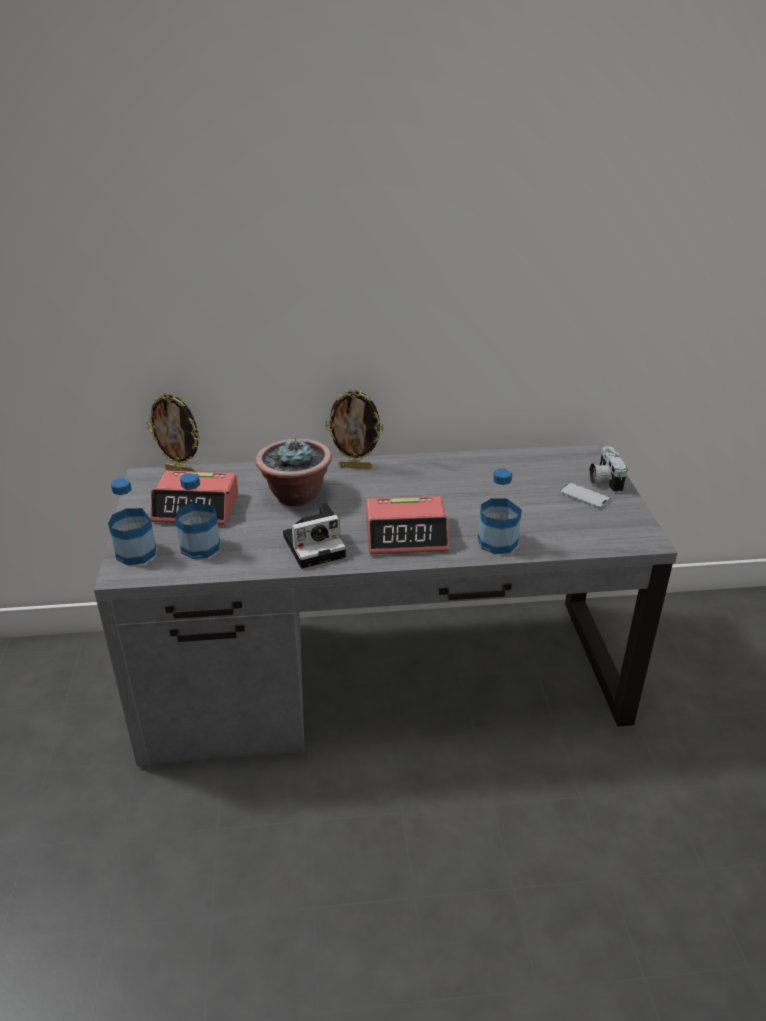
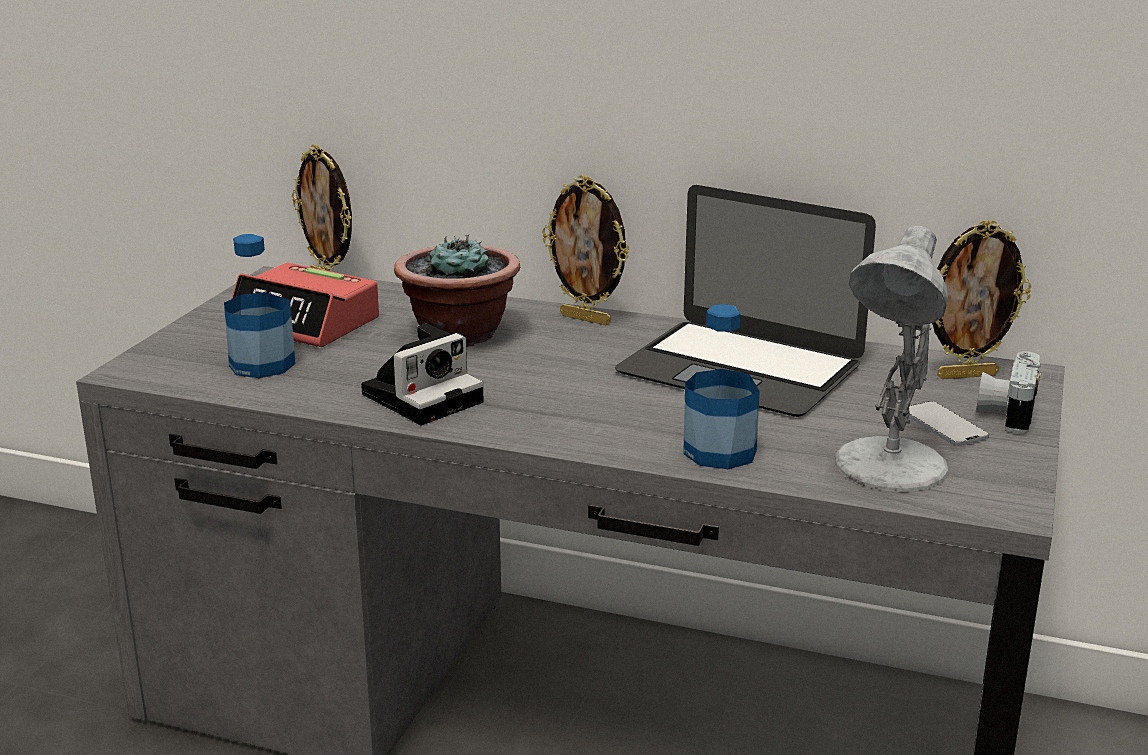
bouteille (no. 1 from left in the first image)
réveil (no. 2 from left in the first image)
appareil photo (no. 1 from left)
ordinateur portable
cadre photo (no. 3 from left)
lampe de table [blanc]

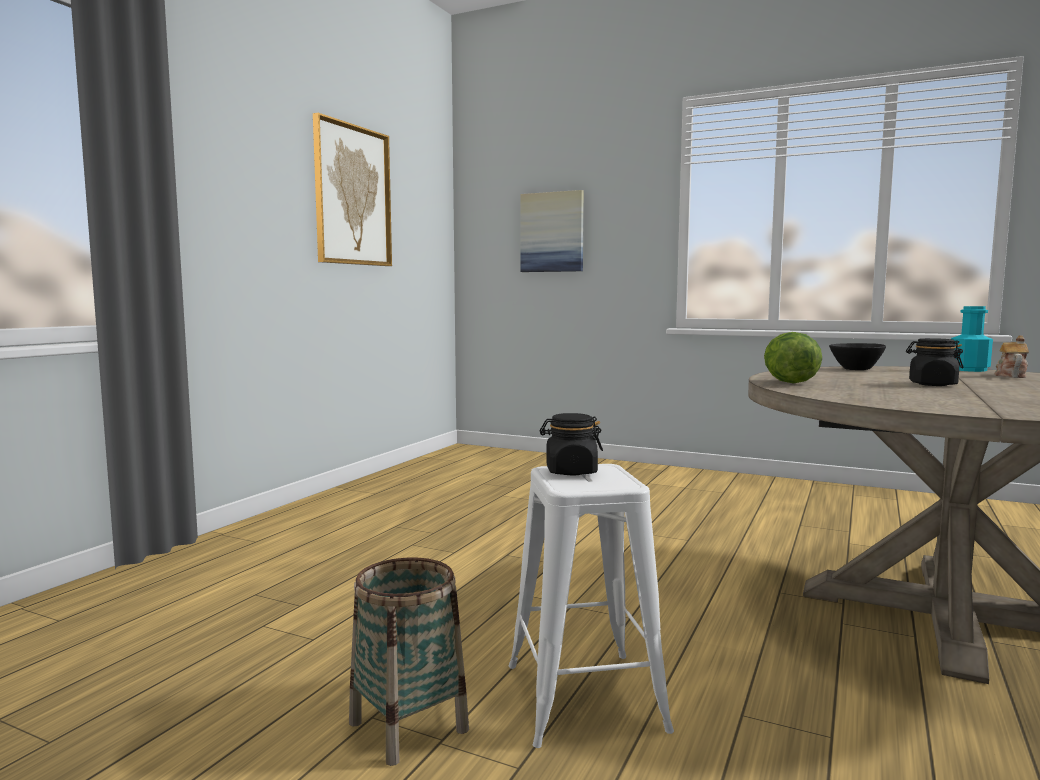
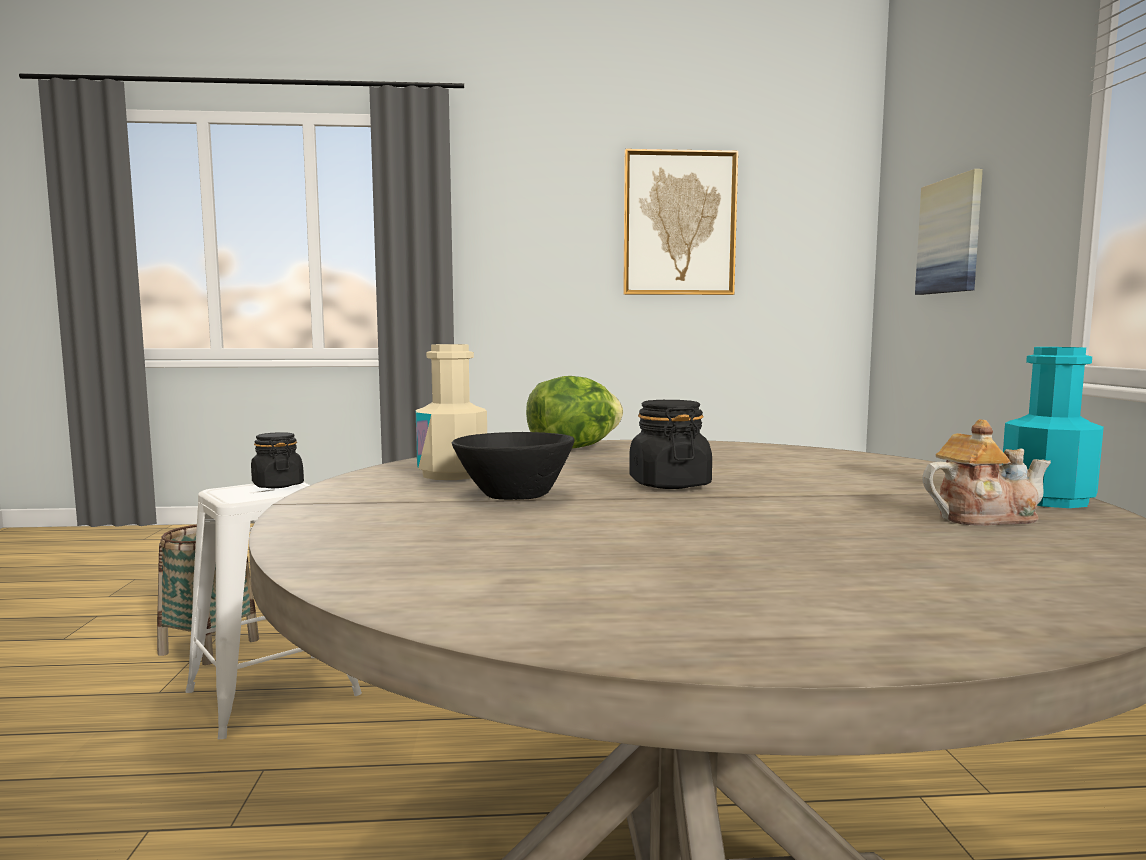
bol [noir]
bouteille [beige]

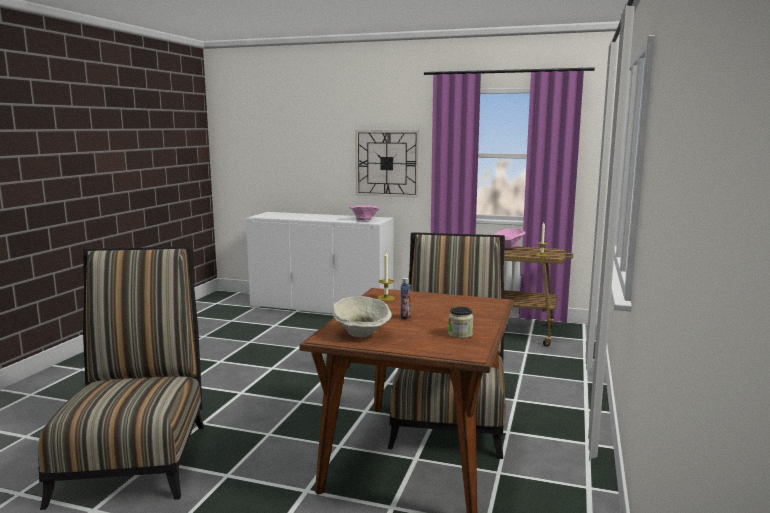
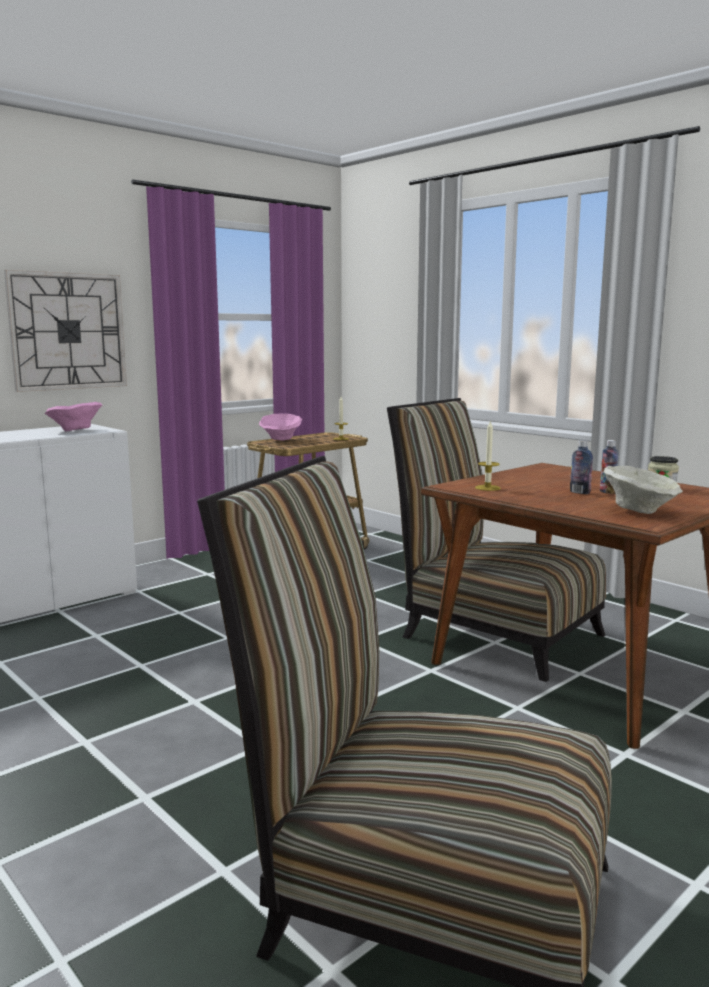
bouteille (no. 2 from left)

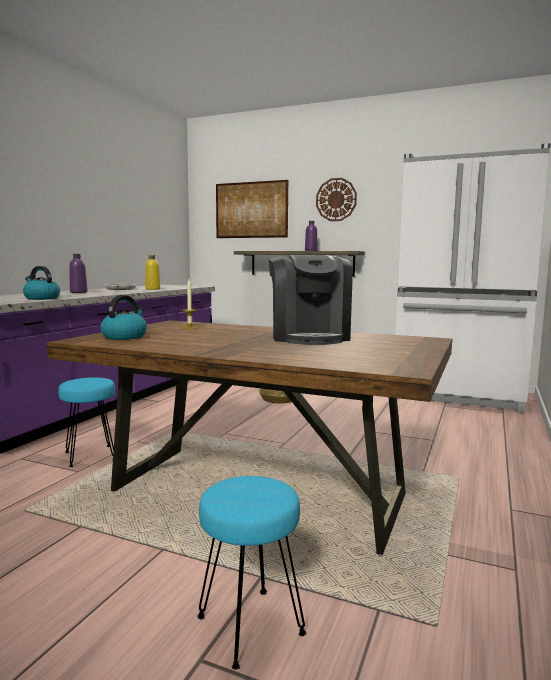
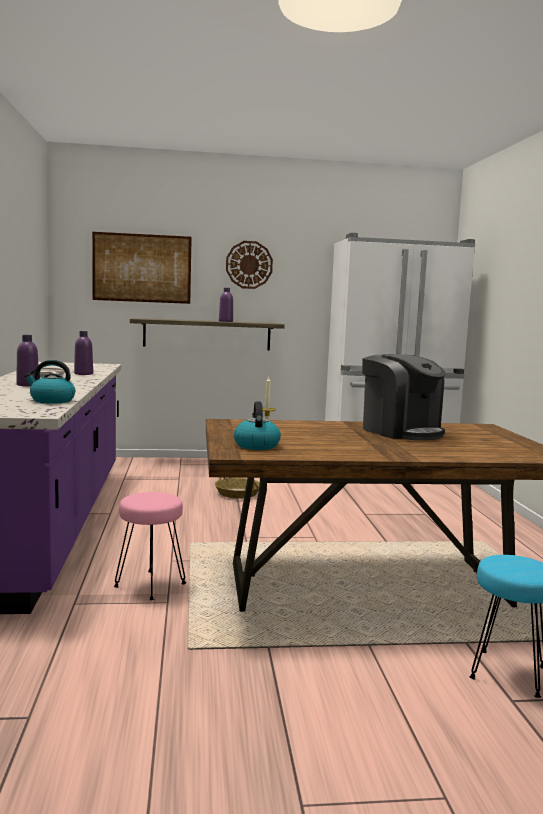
bouteille [violet] (no. 2 from left)
tabouret [rose]

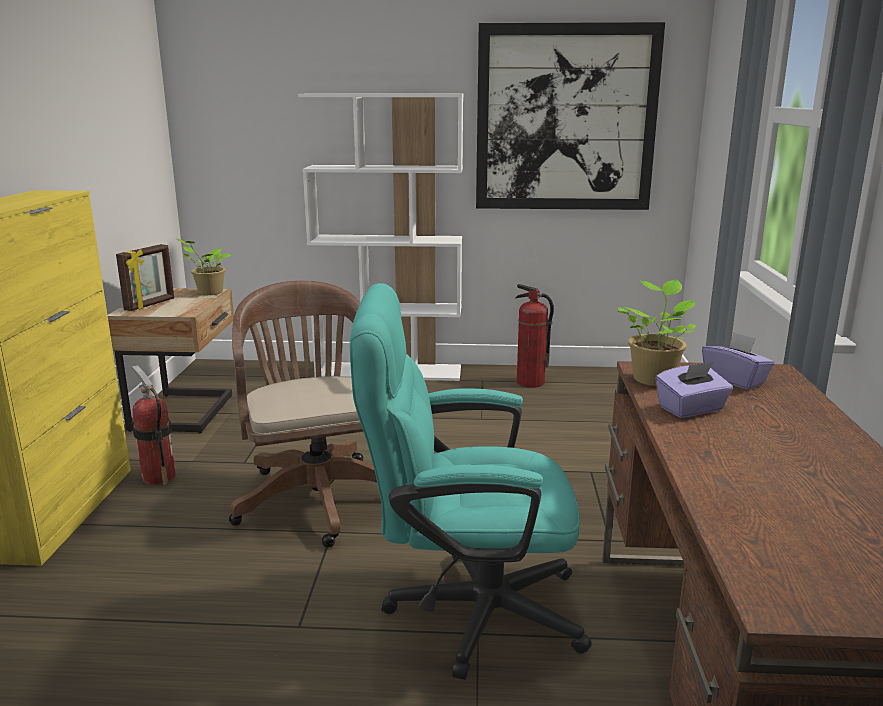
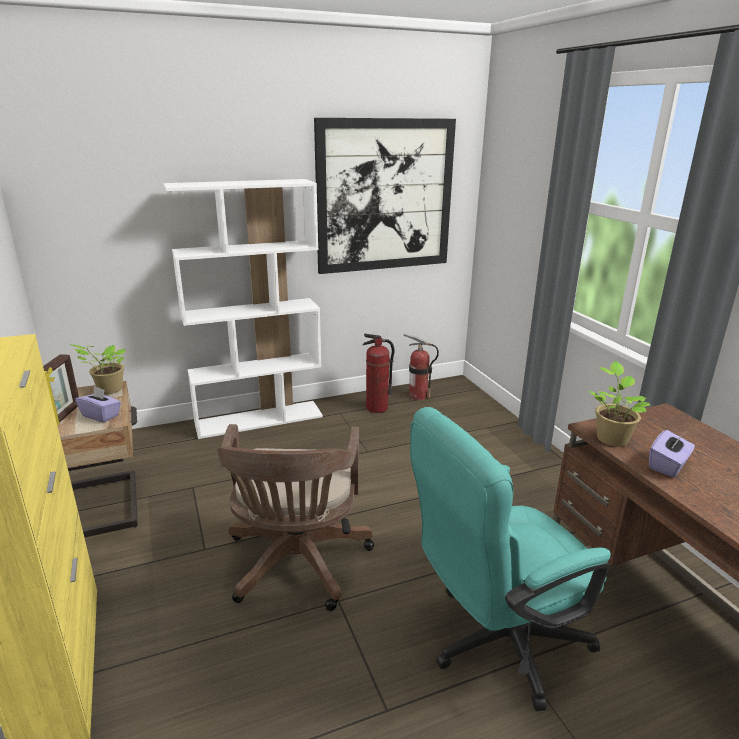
chaise de bureau [marron]
boîte à mouchoirs [violet] (no. 1 from left)
extincteur (no. 2 from left)

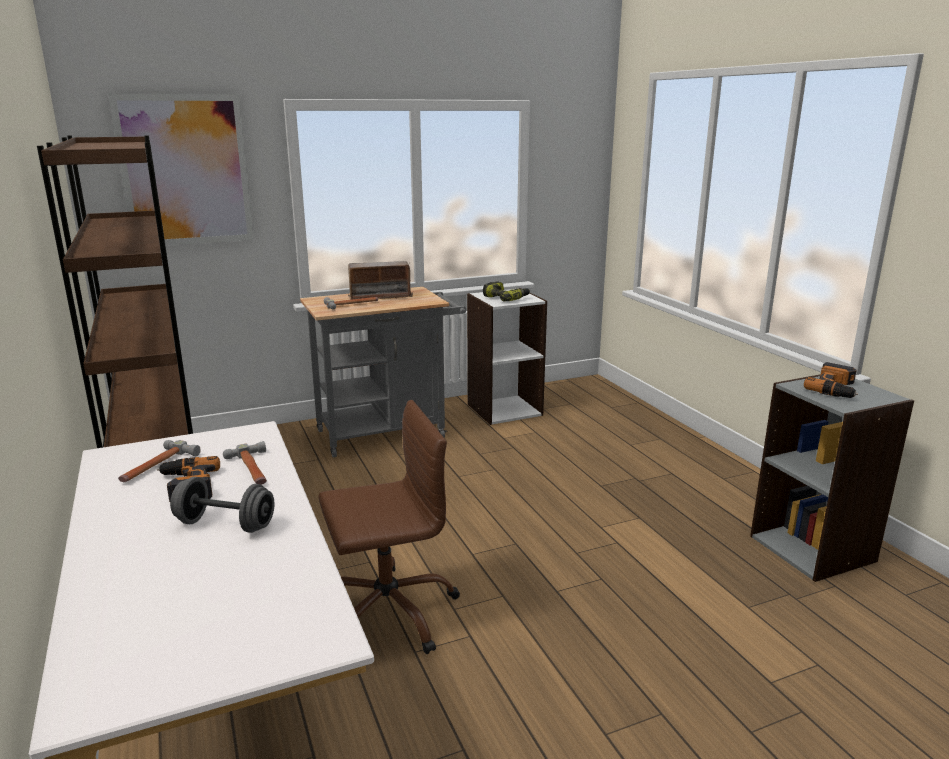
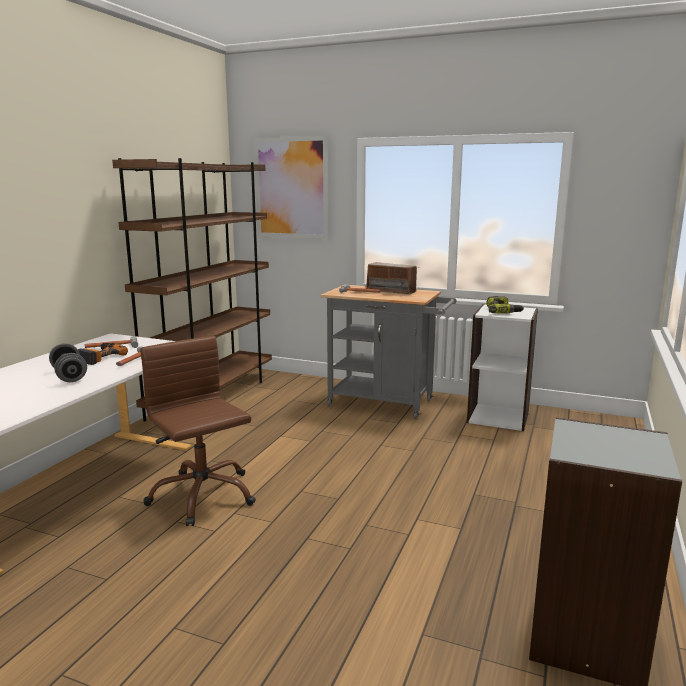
perceuse (no. 3 from left in the first image)
chaise de bureau [marron]

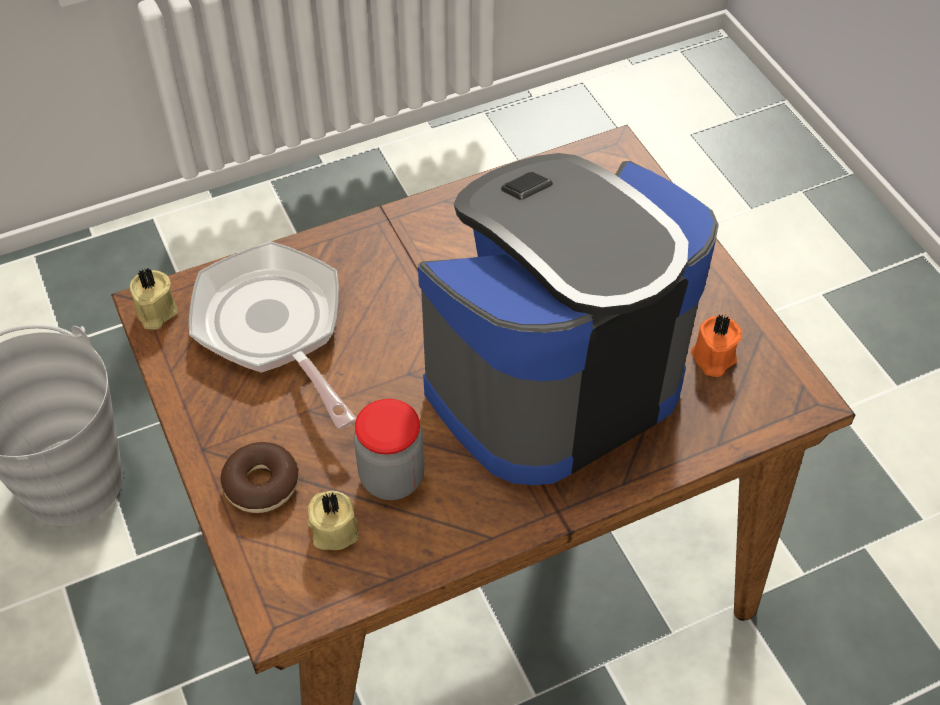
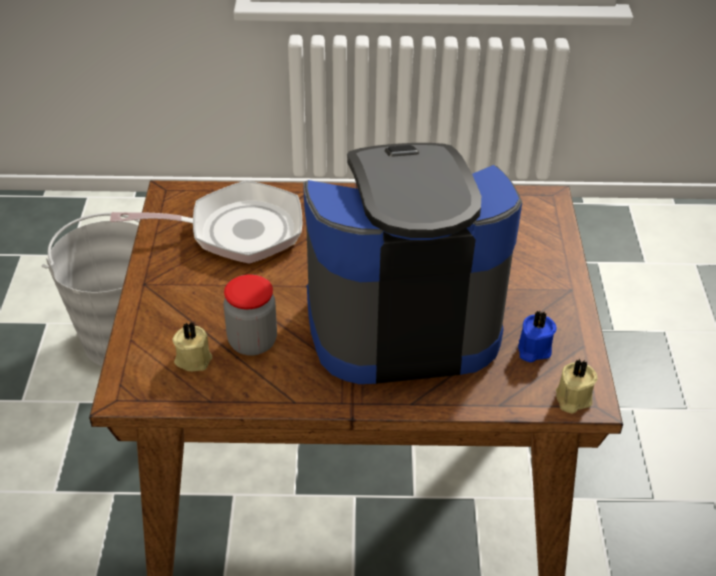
poêle
bougie [beige] (no. 2 from left)
bougie [bleu]
beignet

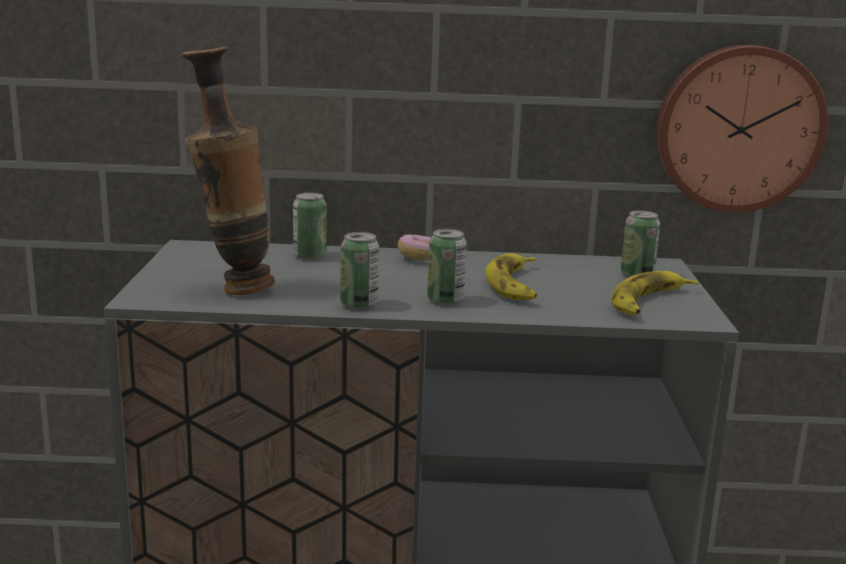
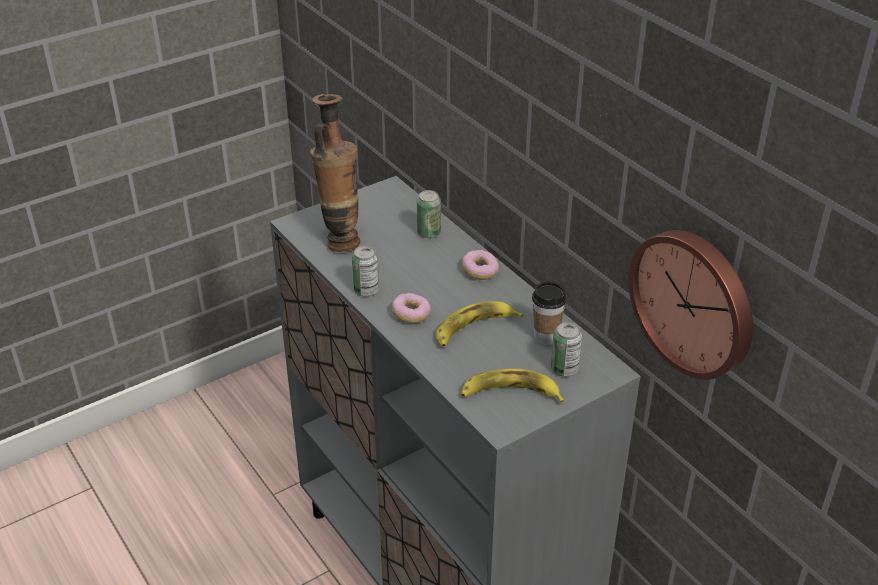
beignet (no. 1 from left)
tasse

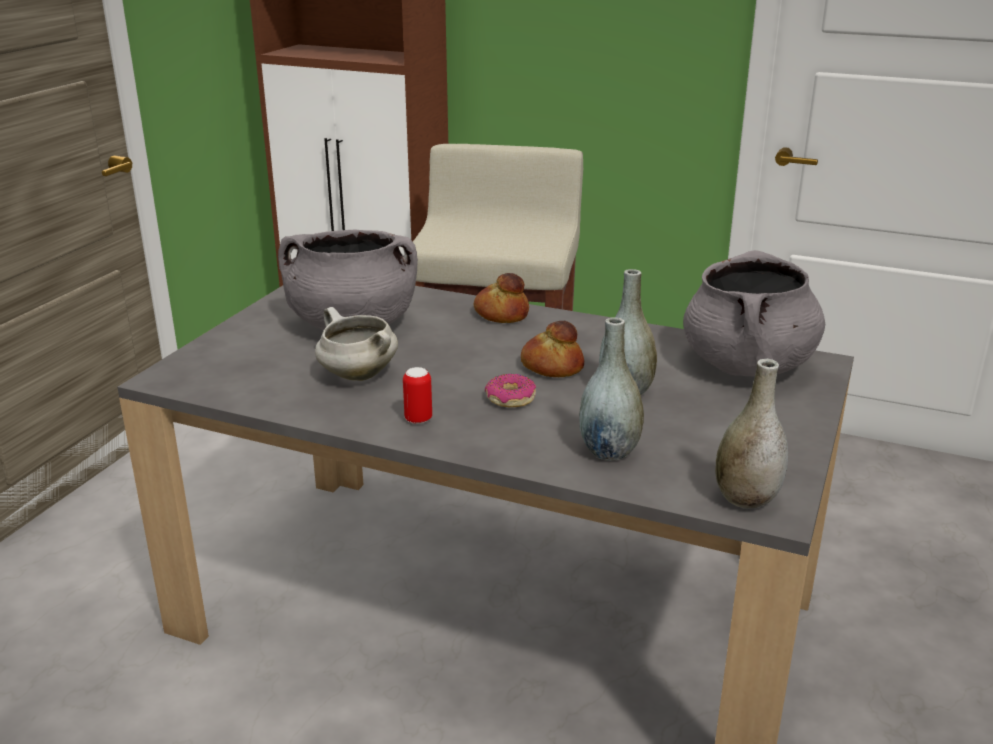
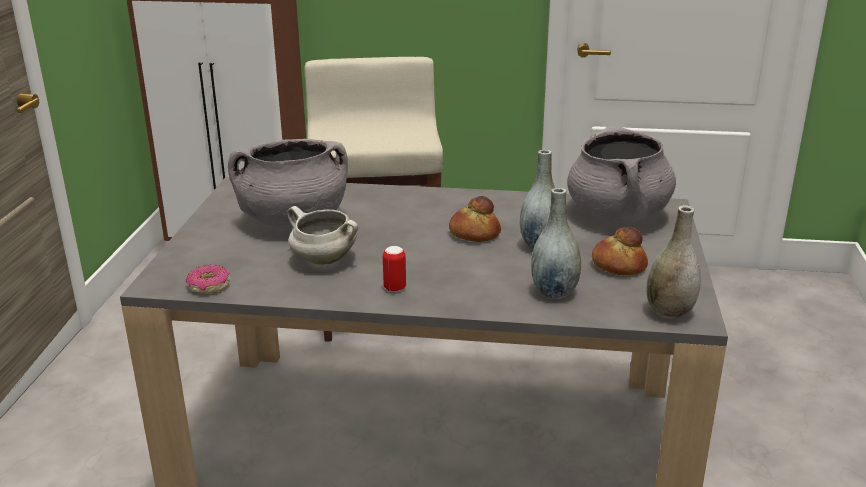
pain (no. 2 from left)
beignet

